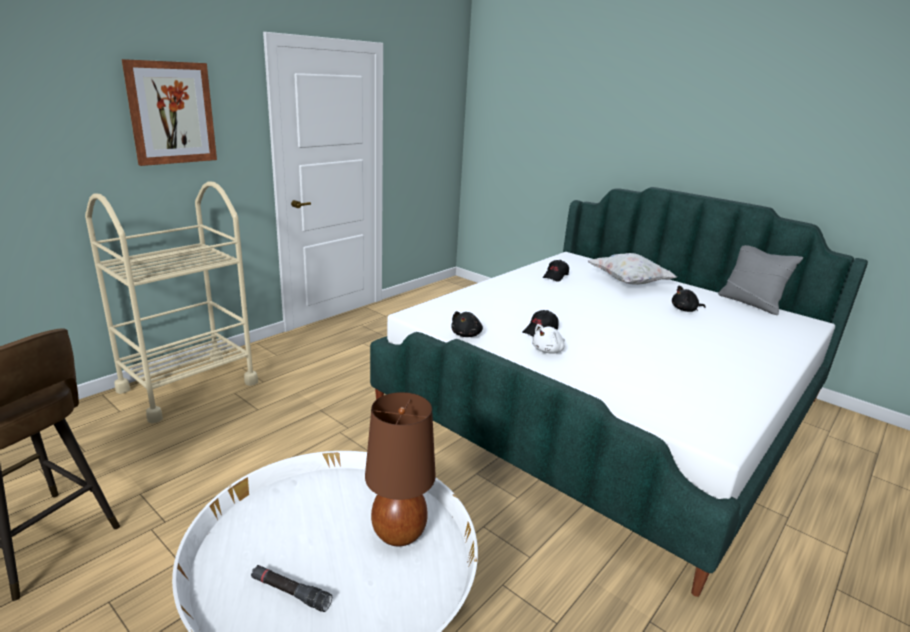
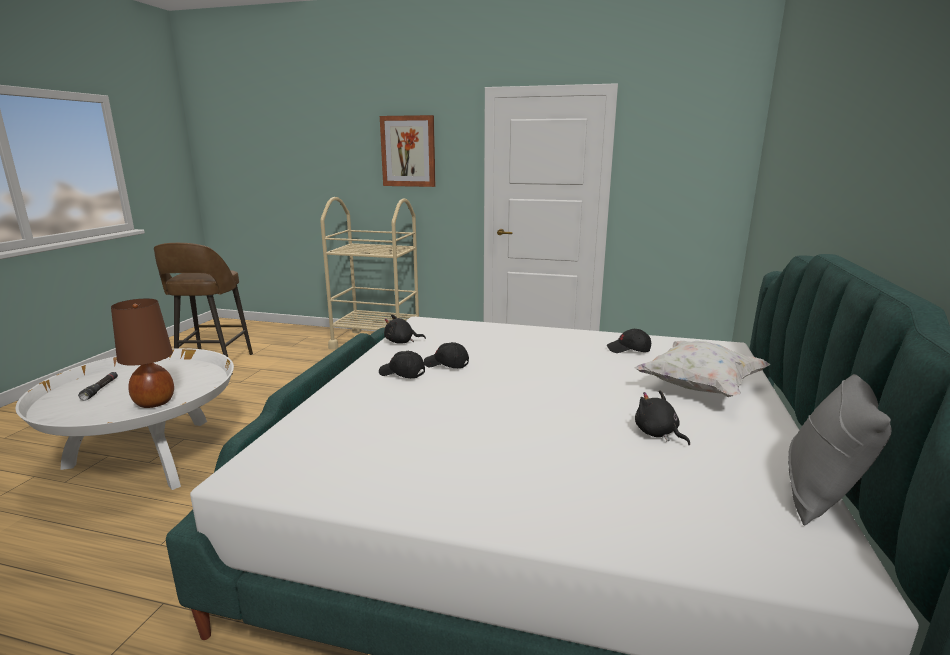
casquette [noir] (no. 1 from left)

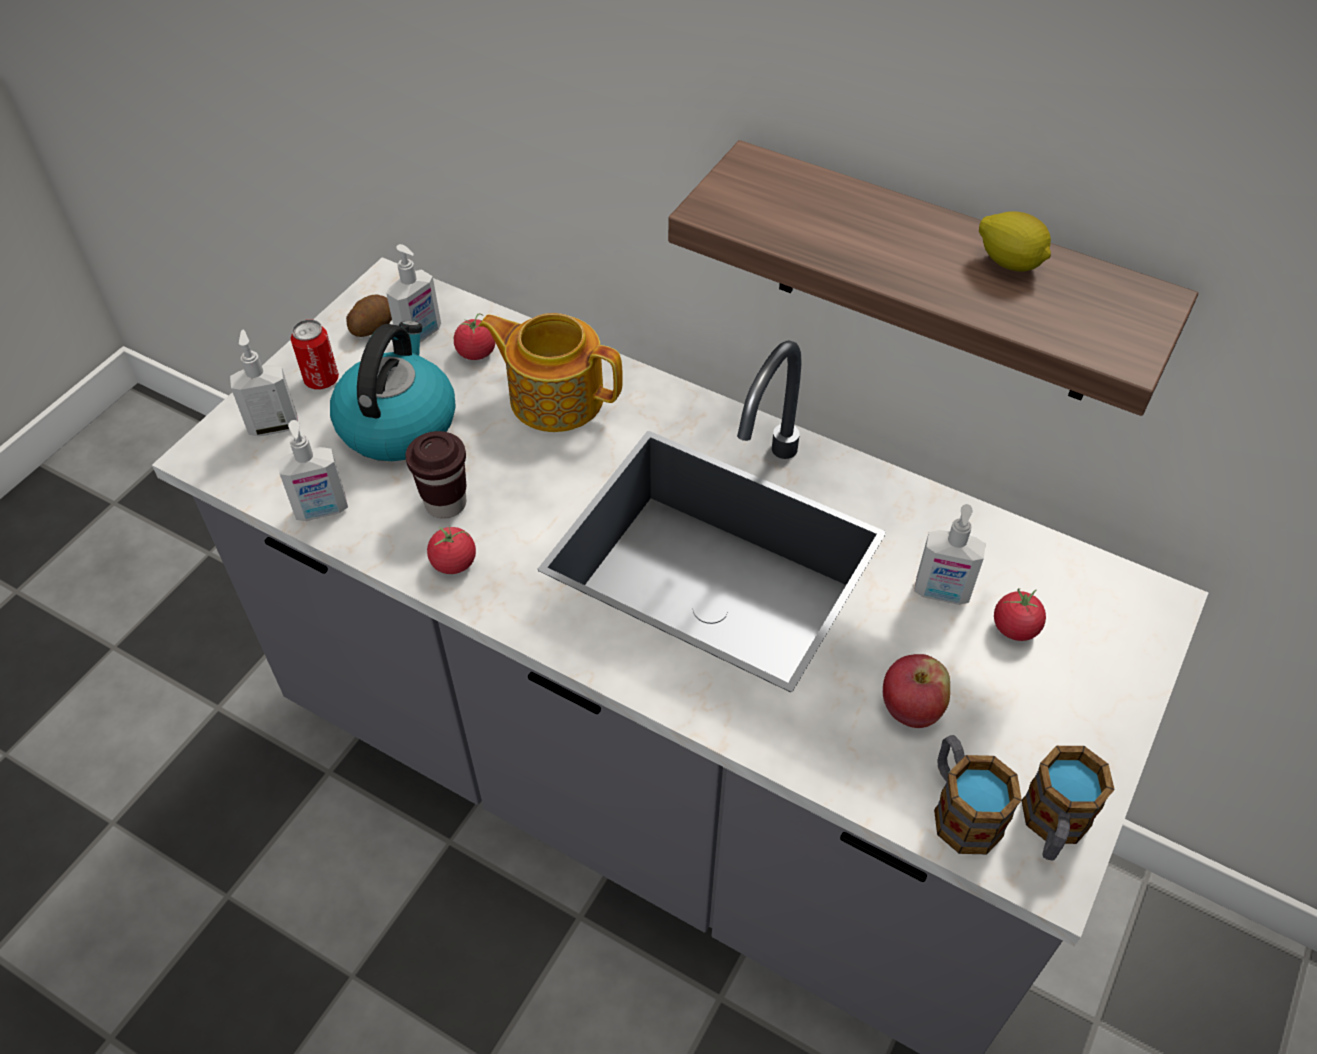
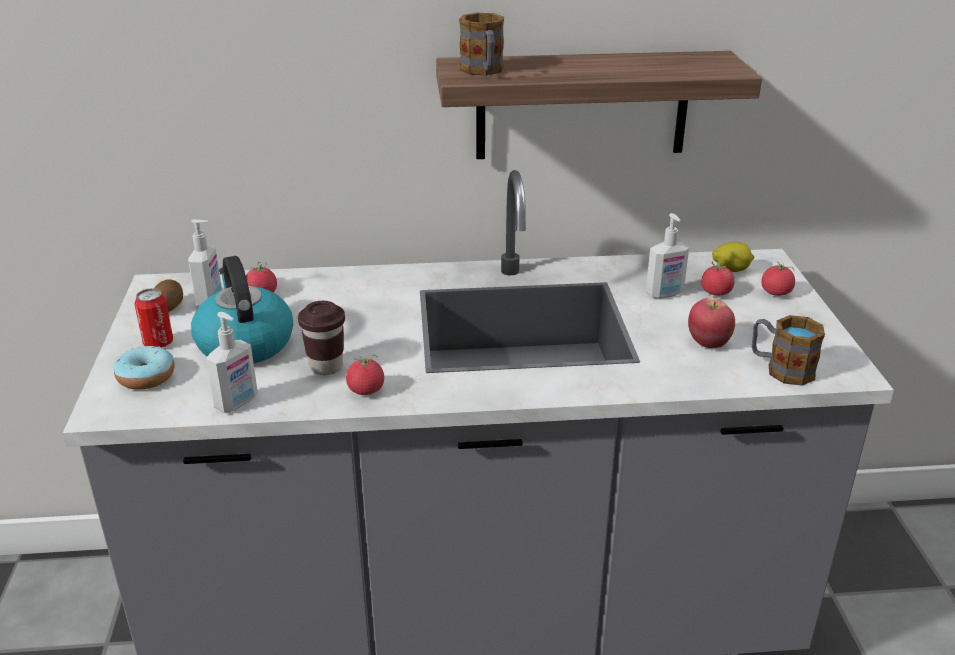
citron
théière
beignet
mug (no. 1 from left)
tomate (no. 4 from left)

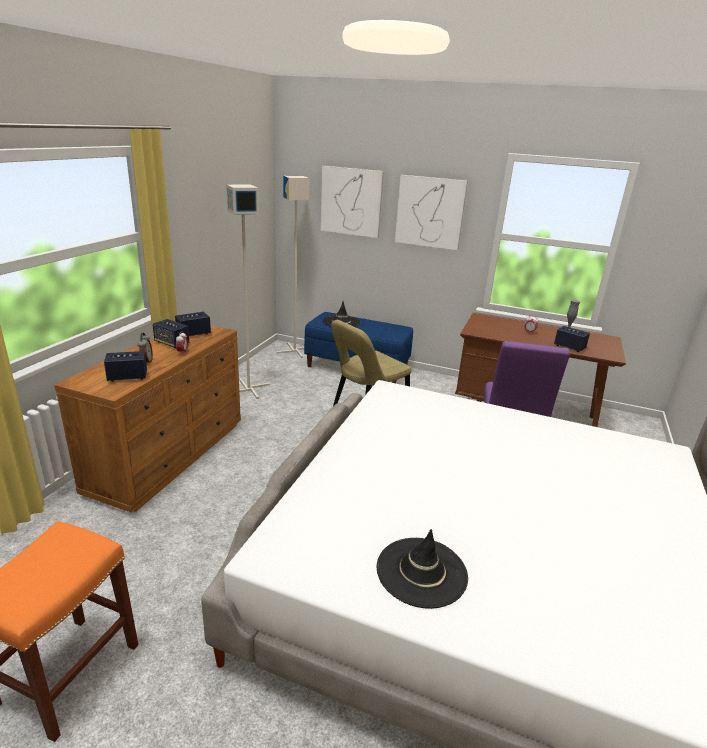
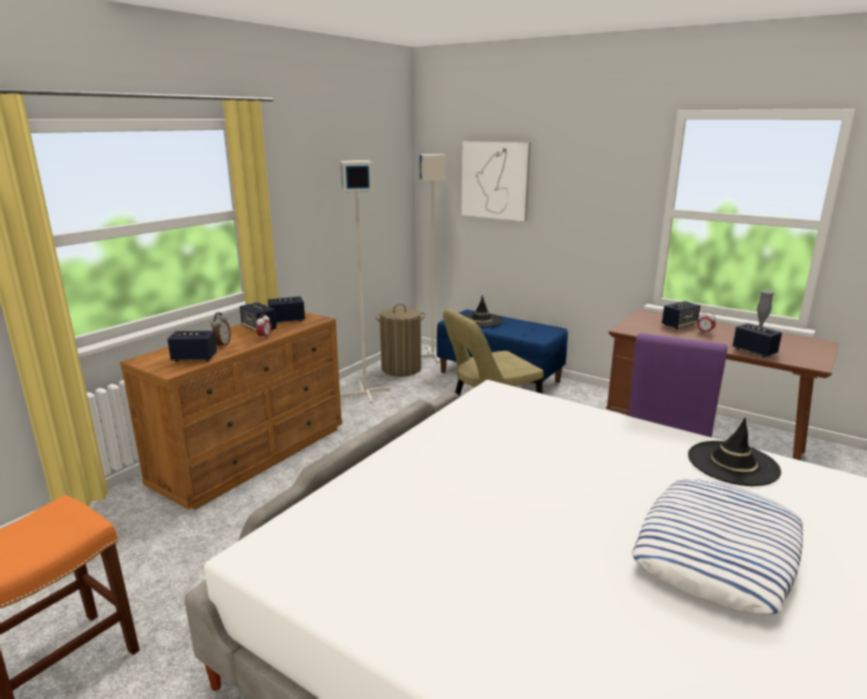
tableau (no. 2 from left in the first image)
chapeau [noir] (no. 2 from left)
enceinte (no. 4 from left)
panier à linge
coussin

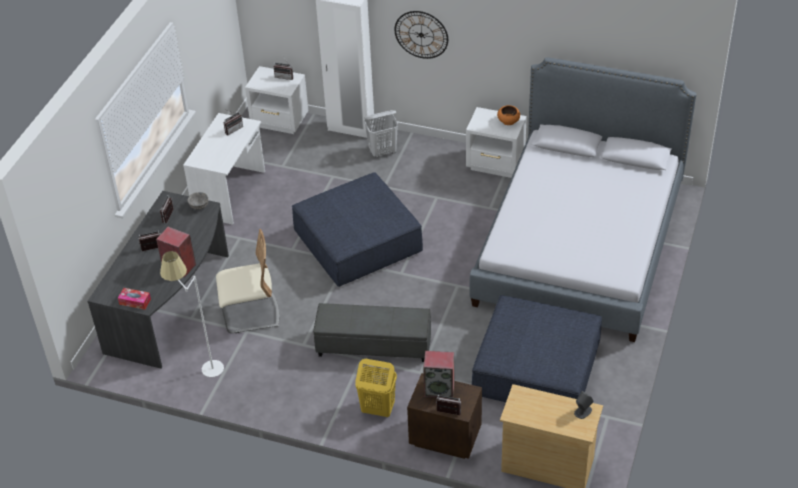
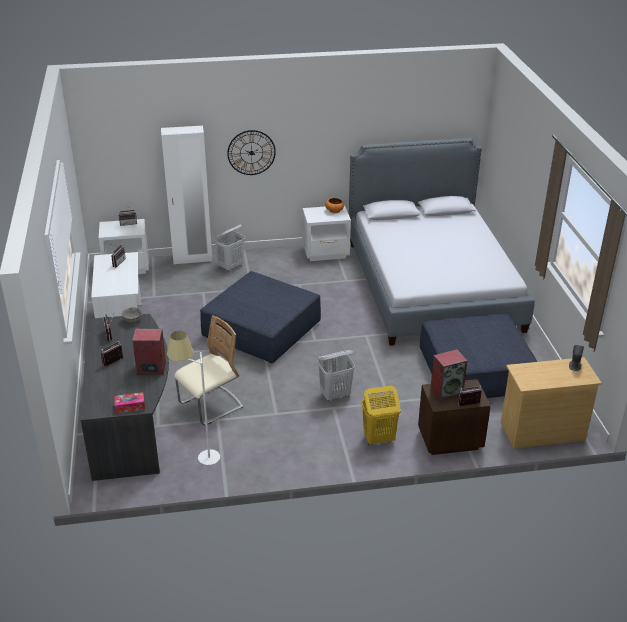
panier à linge [blanc] (no. 2 from left)

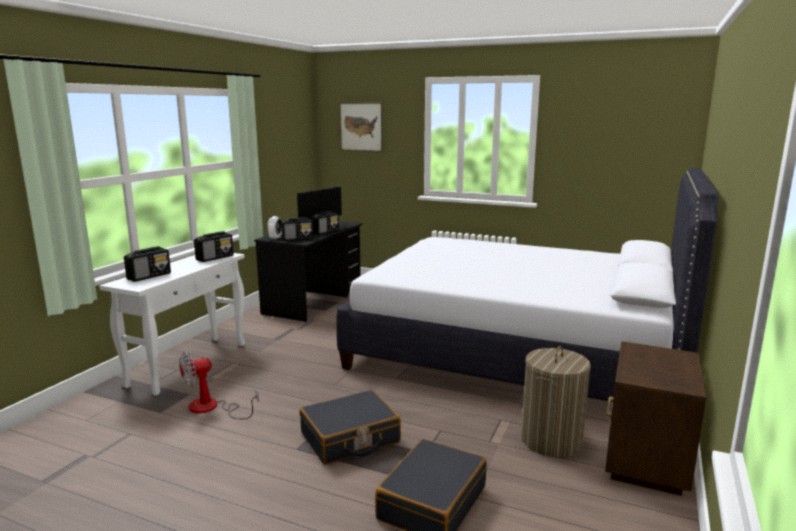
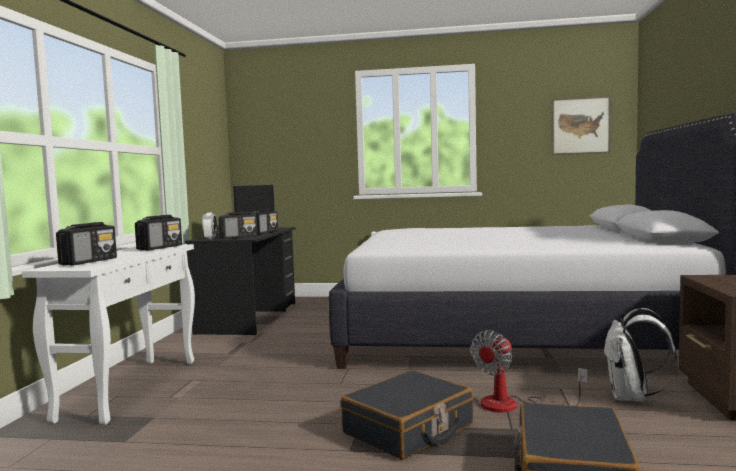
tableau
sac à dos [blanc]
ventilateur

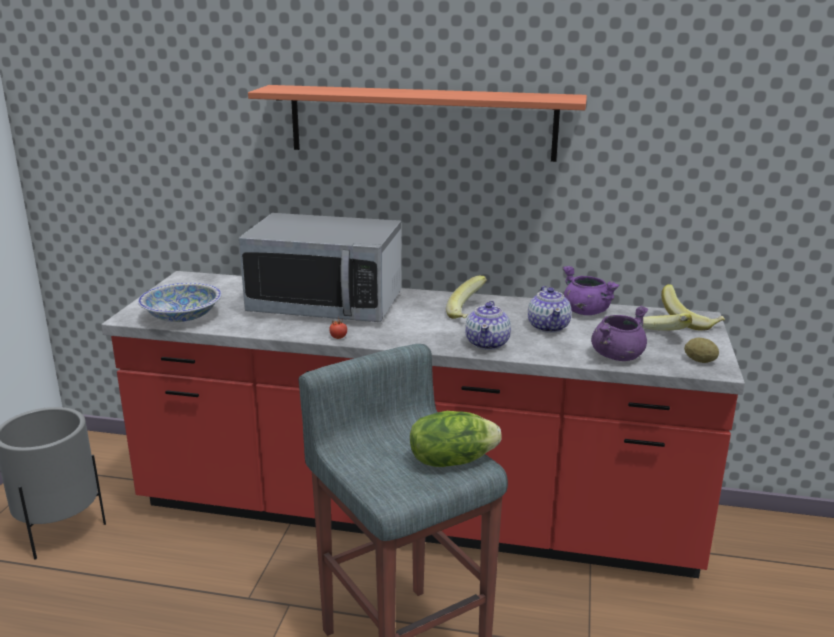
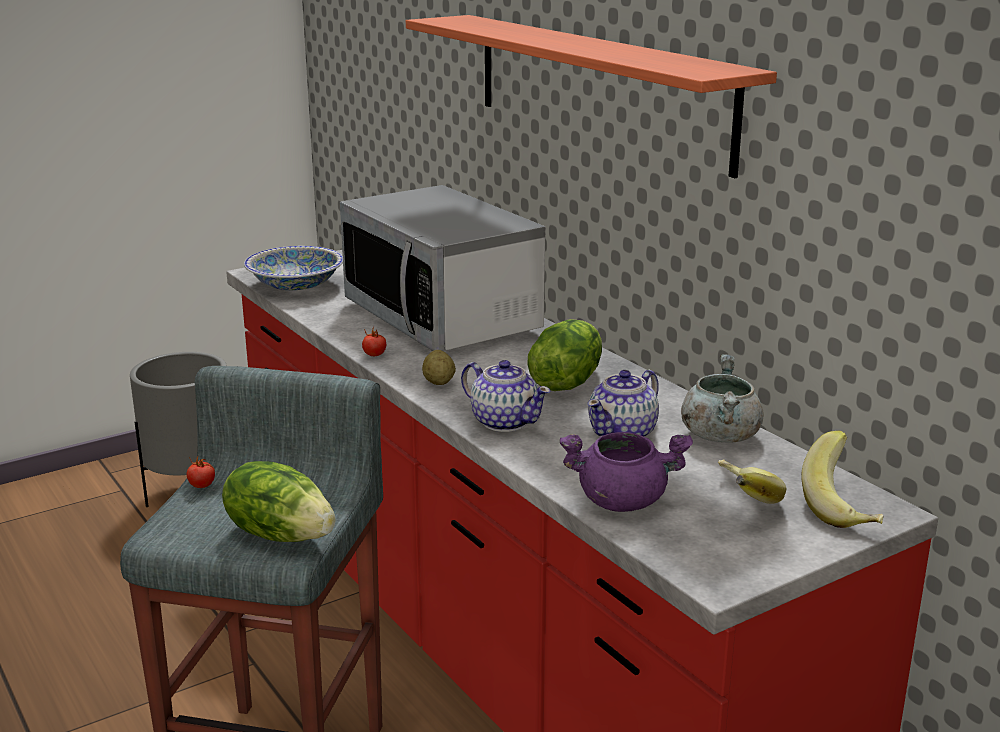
marmite [gris]
laitue (no. 2 from left)
théière (no. 1 from left)
pomme de terre
tomate (no. 1 from left)

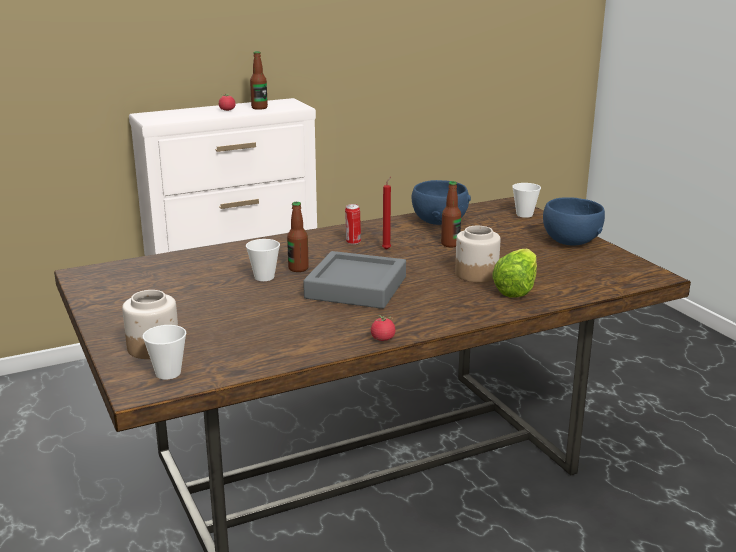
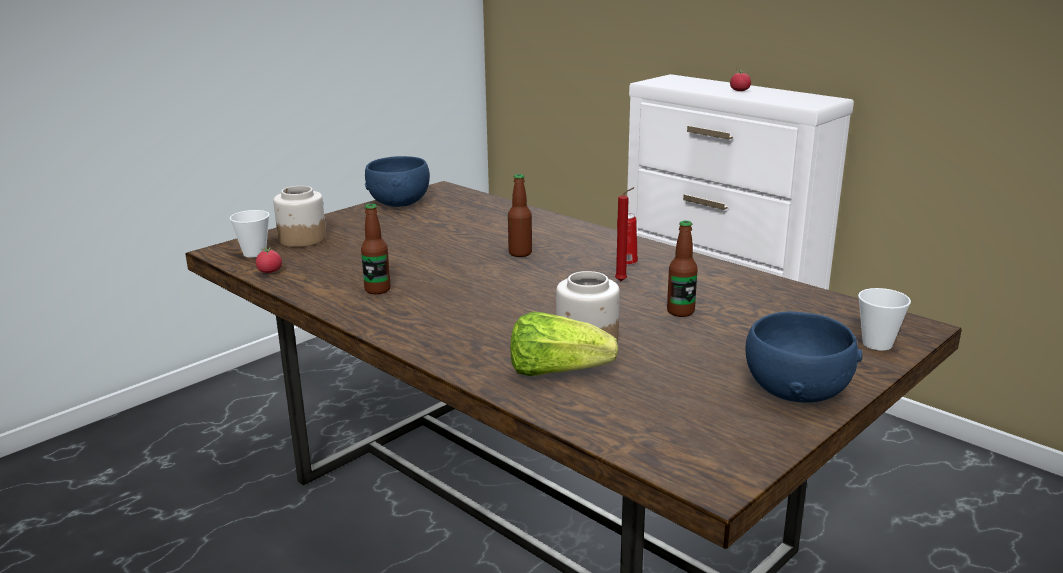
bouteille (no. 1 from left)
bol [bleu] (no. 1 from left)
tasse (no. 2 from left in the first image)
plateau [gris]
tomate (no. 1 from left)

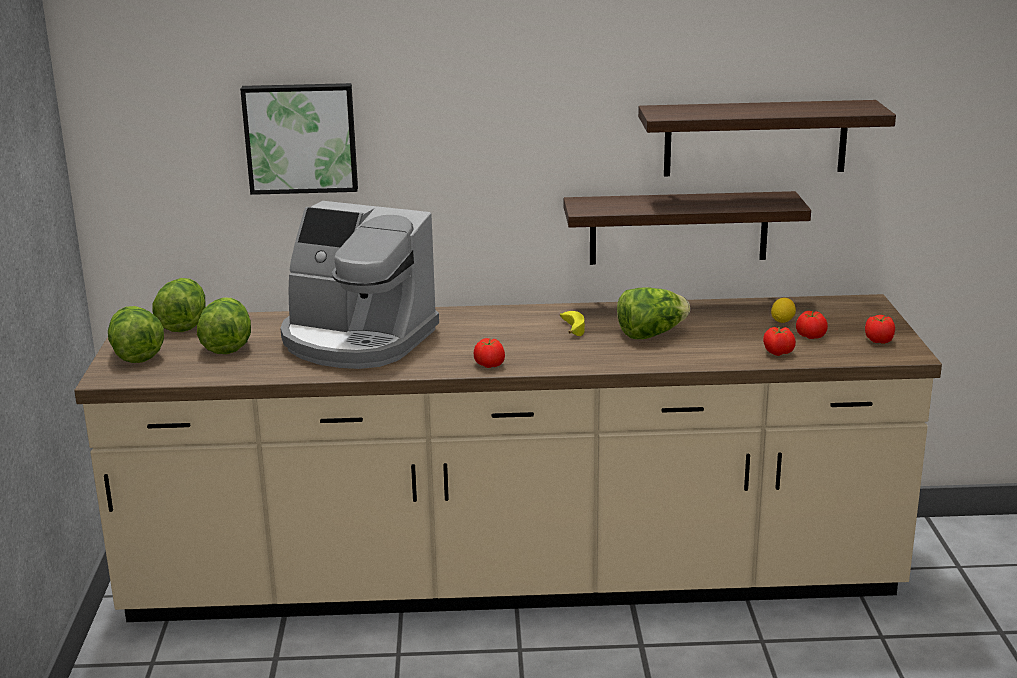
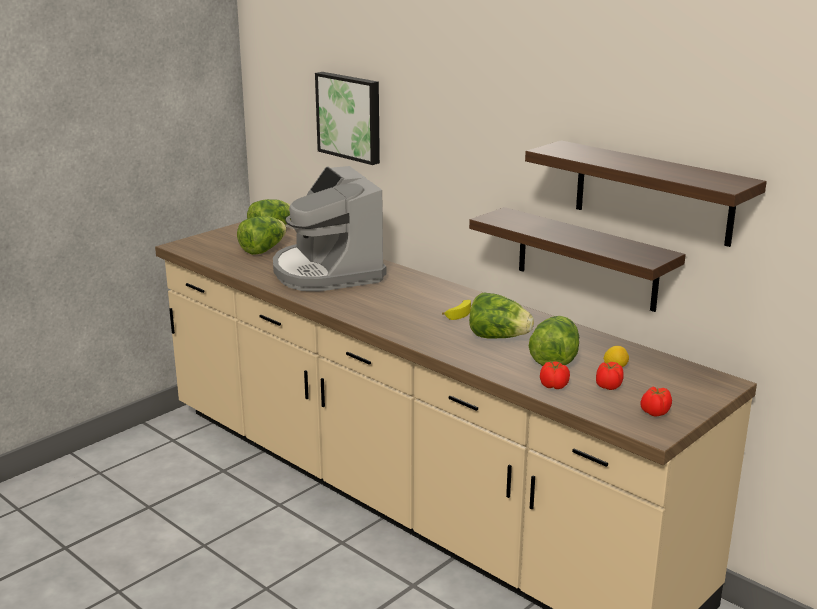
laitue (no. 4 from left)
tomate (no. 1 from left in the first image)

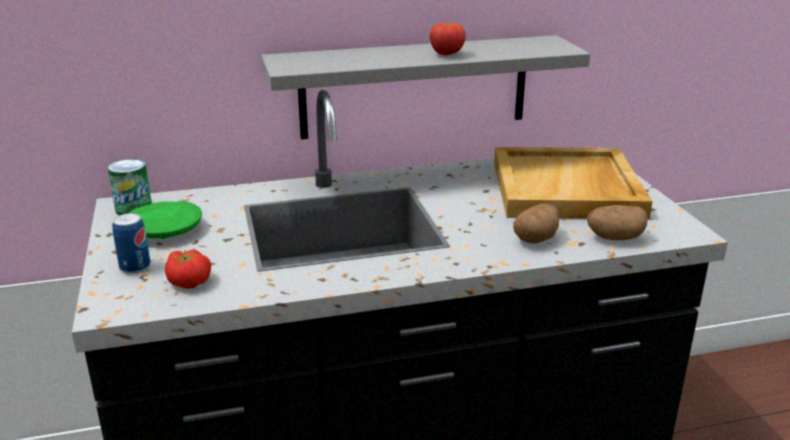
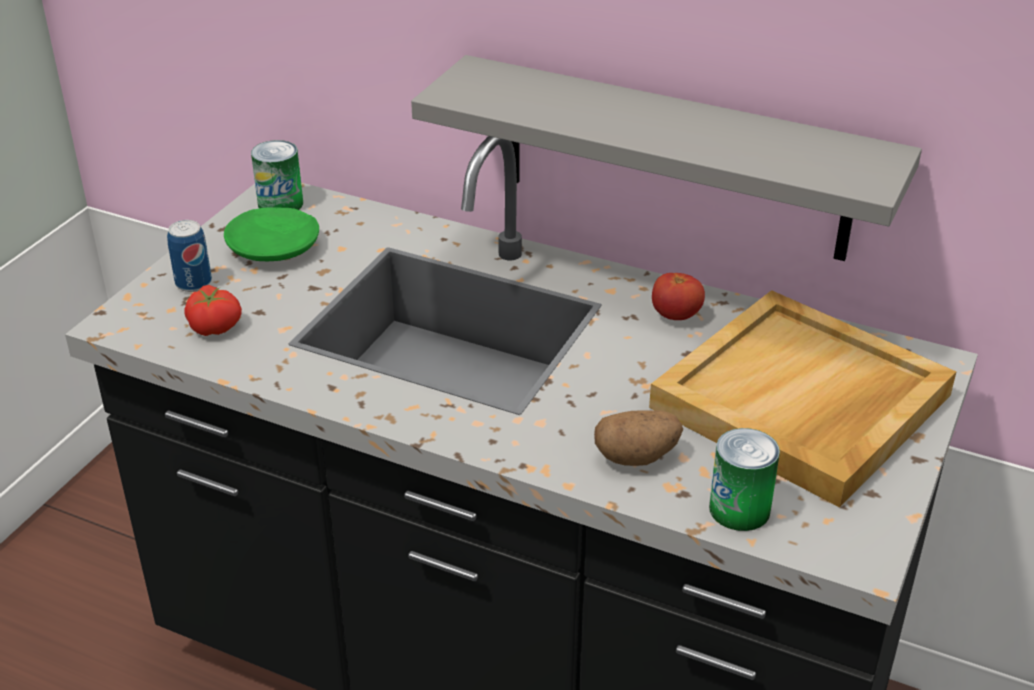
tomate (no. 2 from left)
boîte métallique (no. 3 from left)

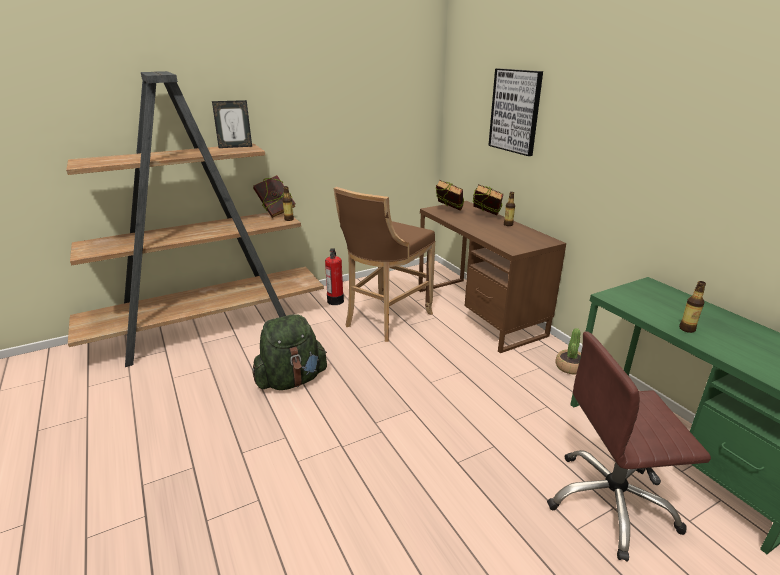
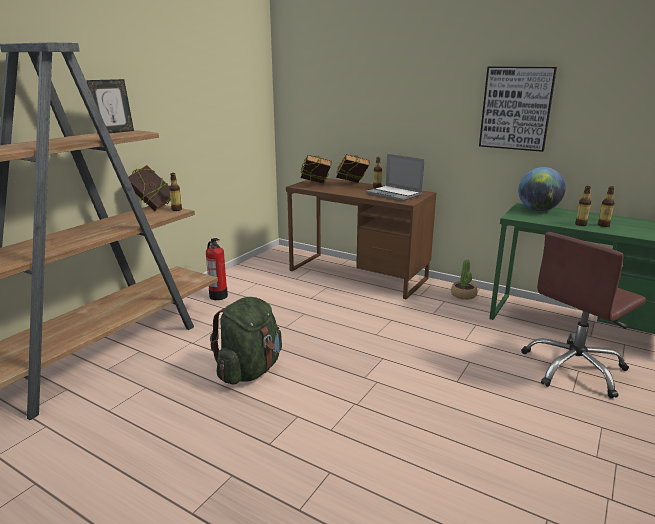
tableau
tabouret [marron]
ordinateur portable
globe
bouteille (no. 4 from left)

